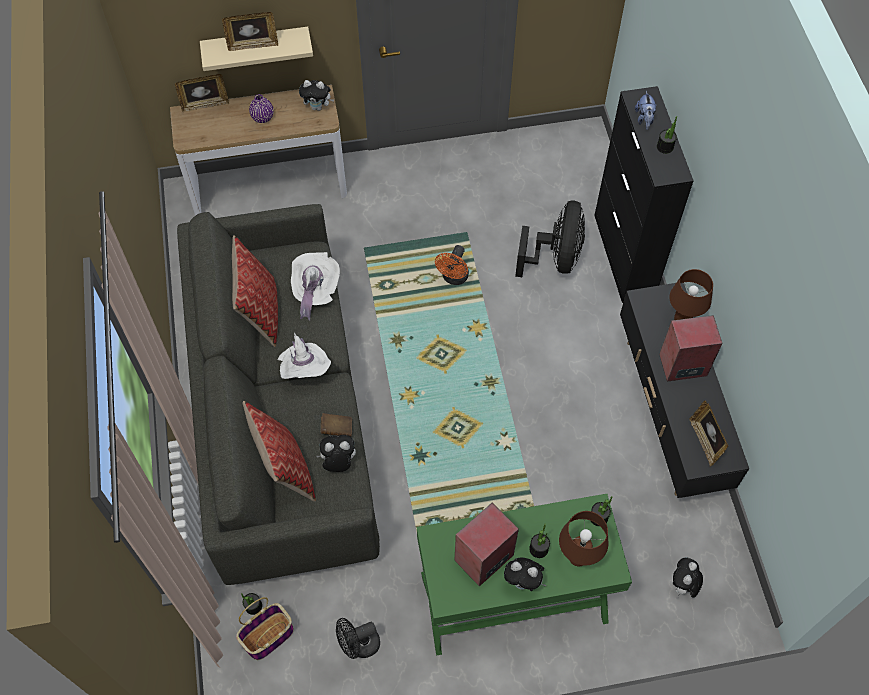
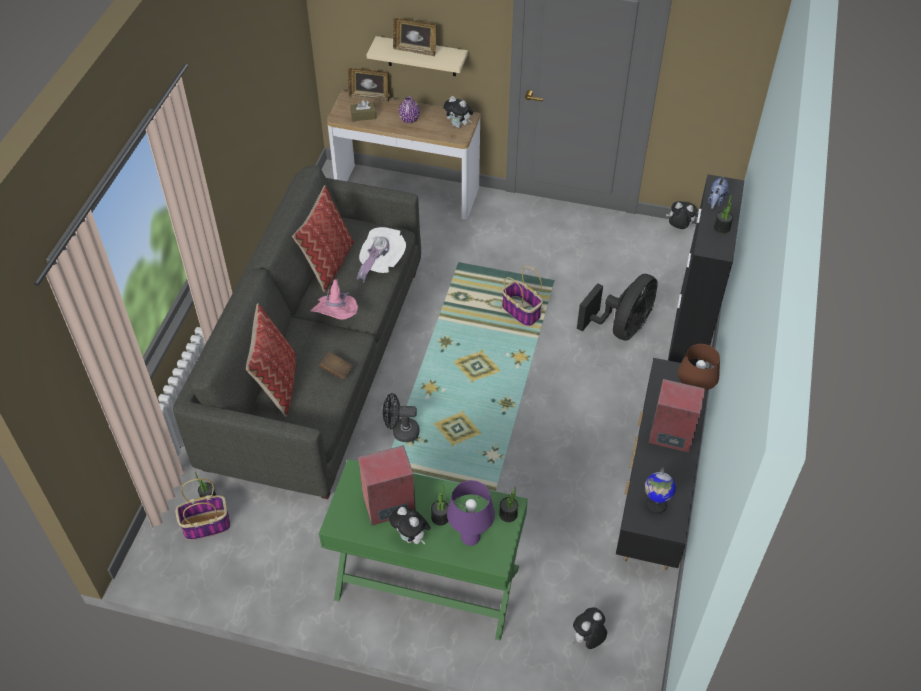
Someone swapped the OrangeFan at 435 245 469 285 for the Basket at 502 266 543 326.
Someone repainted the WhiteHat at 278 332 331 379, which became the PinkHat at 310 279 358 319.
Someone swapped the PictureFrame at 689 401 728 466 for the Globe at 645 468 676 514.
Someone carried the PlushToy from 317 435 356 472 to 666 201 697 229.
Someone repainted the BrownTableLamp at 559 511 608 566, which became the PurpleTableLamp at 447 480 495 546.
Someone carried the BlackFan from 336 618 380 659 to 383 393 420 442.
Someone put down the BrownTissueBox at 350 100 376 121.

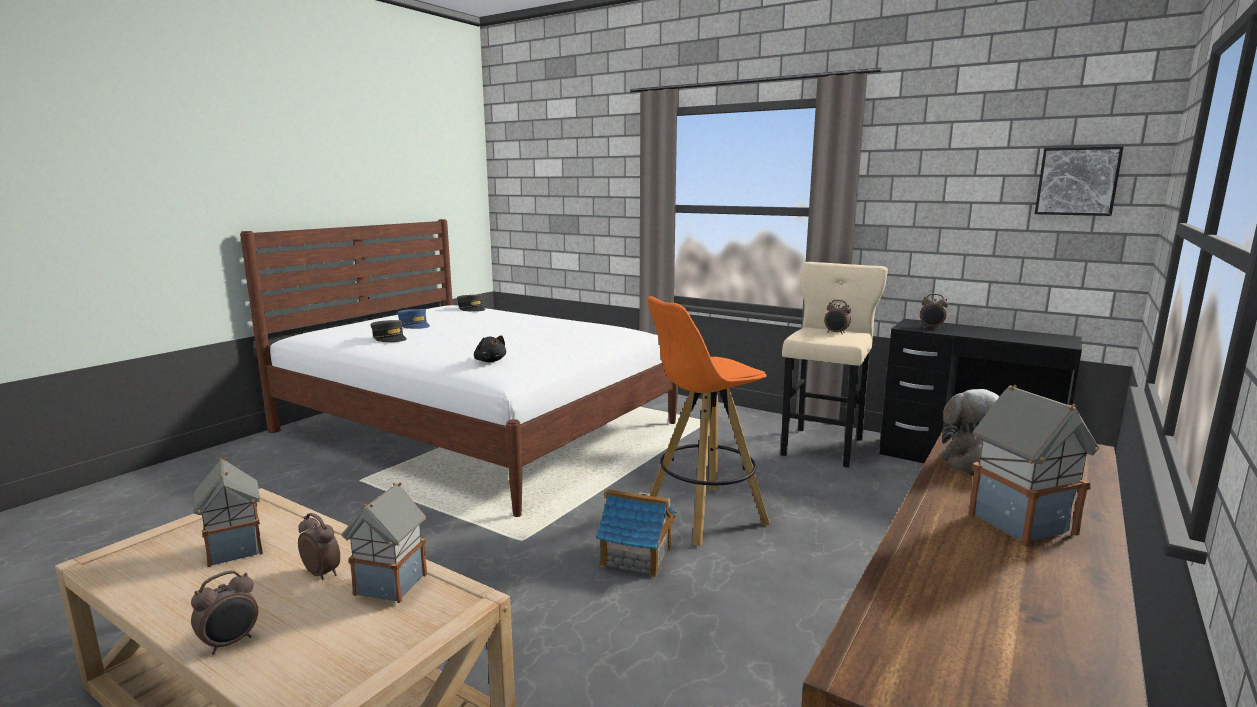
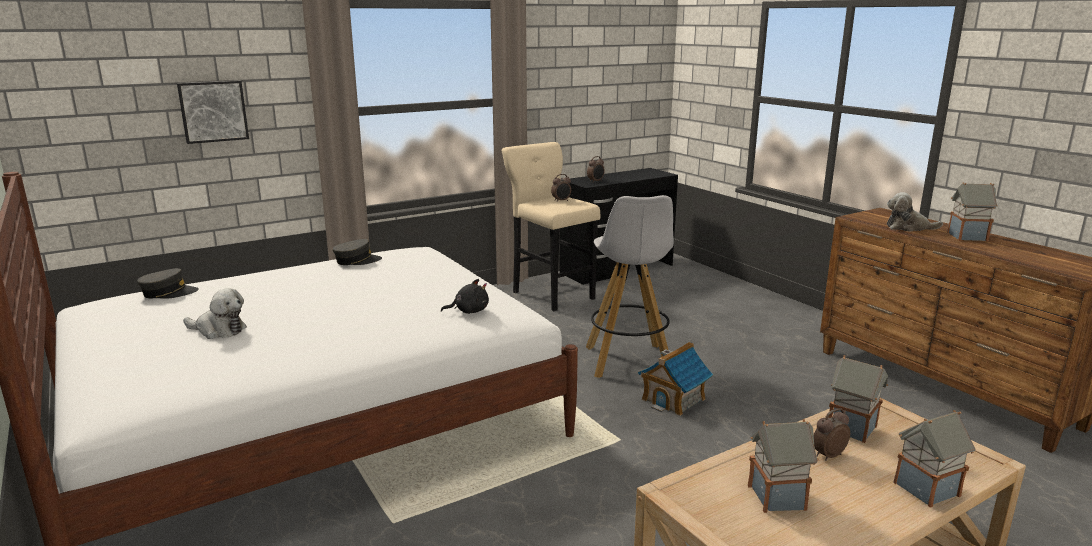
Someone carried the Picture from 1035 146 1124 216 to 177 80 249 144.
Someone repainted the OrangeStool at 647 296 770 546, which became the WhiteStool at 586 195 674 378.
Someone swapped the BlueCap at 397 309 430 329 for the PlushToy at 183 288 247 339.
Someone carried the GreyCap from 370 320 407 342 to 332 239 382 265.
Someone swapped the AlarmClock at 191 570 258 655 for the ToyHouse at 893 410 975 508.

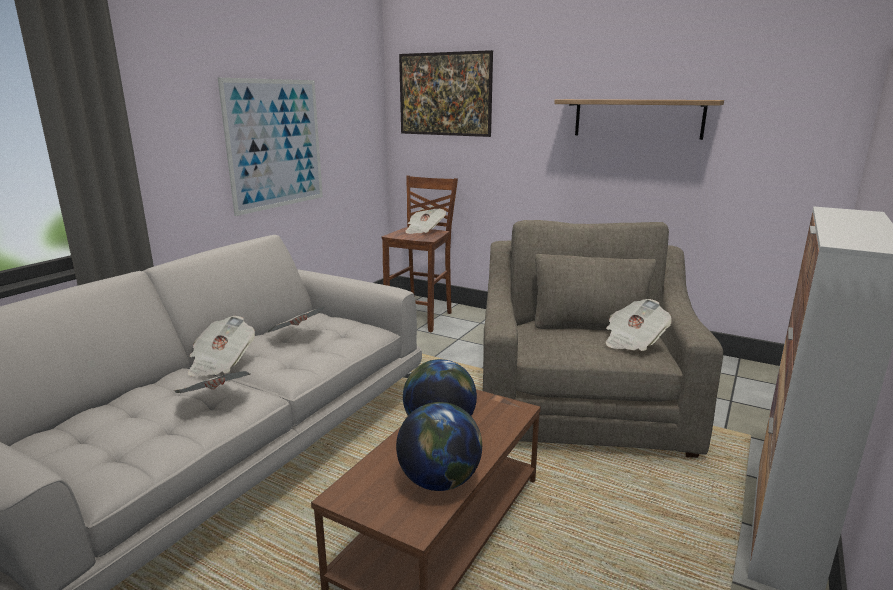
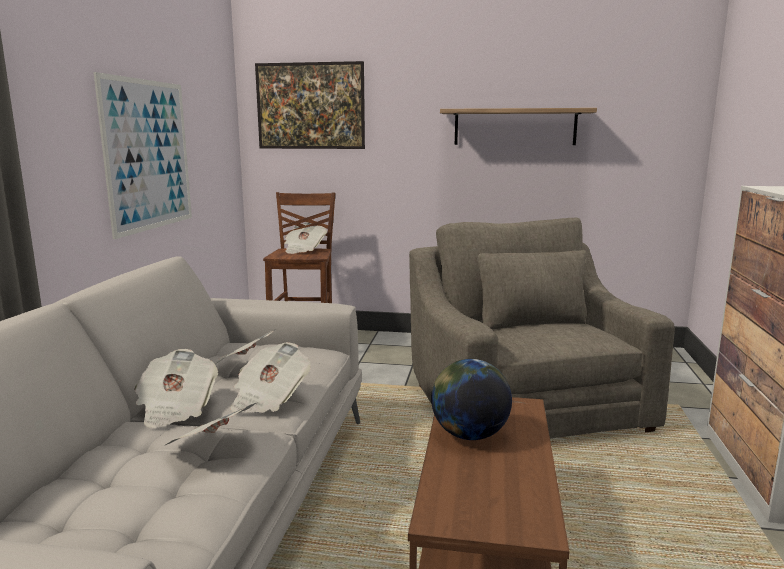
Someone carried the Newspaper from 606 299 672 351 to 230 342 311 414.
Someone took away the Globe at 396 402 482 491.

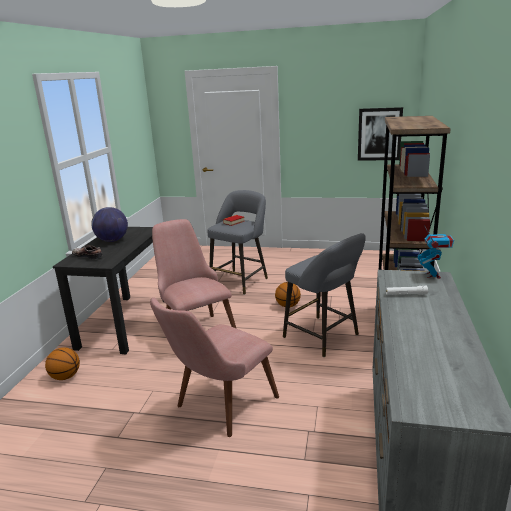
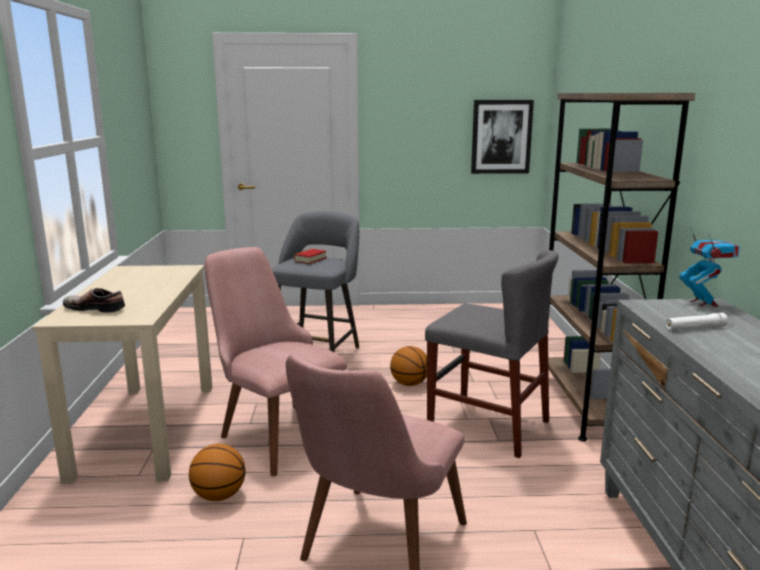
Someone took away the Globe at 91 207 128 242.
Someone repainted the BlackDesk at 53 227 164 354, which became the BeigeDesk at 32 265 212 484.
Someone swapped the GreyStool at 283 233 366 357 for the GreyChair at 425 250 558 458.
Someone carried the Basketball from 45 347 80 380 to 189 444 246 501.

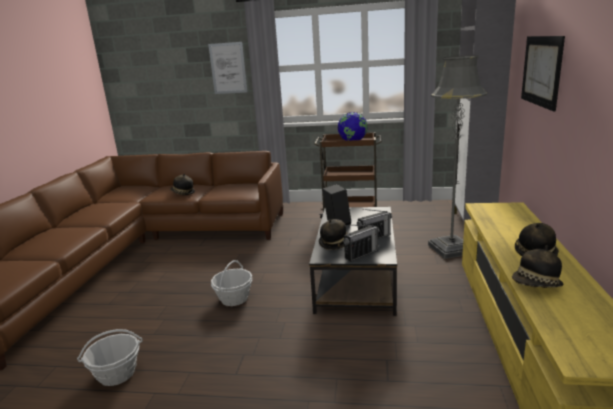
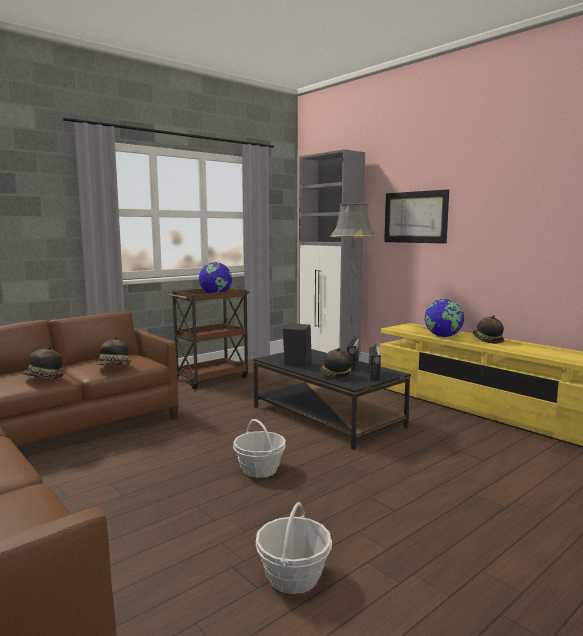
Someone took away the Picture at 208 42 248 94.
Someone carried the Hat from 512 245 563 288 to 96 336 132 365.
Someone put down the Globe at 425 299 464 337.

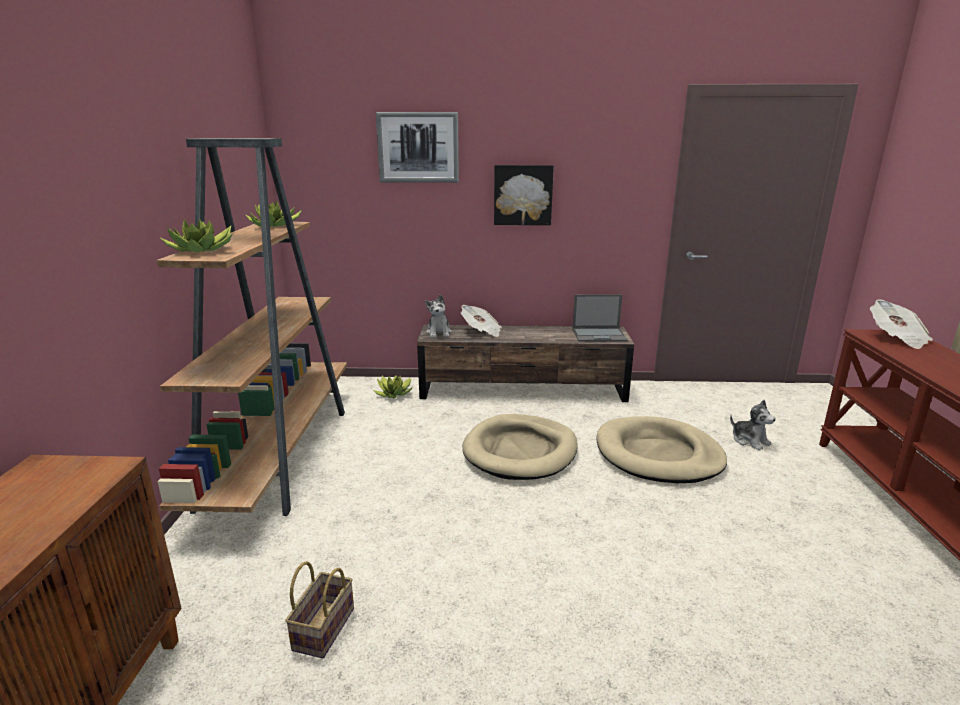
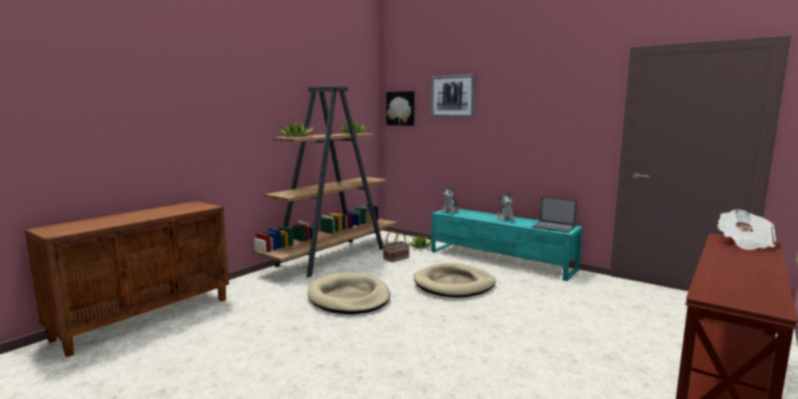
Someone carried the Picture from 494 165 554 225 to 386 91 415 126.
Someone took away the Newspaper at 461 305 502 337.
Someone repainted the BrownTvStand at 417 325 634 402, which became the TurquoiseTvStand at 431 209 583 281.
Someone carried the PlushToy from 730 400 776 451 to 497 192 515 221.
Someone carried the BeigeDogBed from 596 416 727 483 to 307 272 390 314.
Someone carried the Basket from 285 561 354 658 to 383 231 410 262.

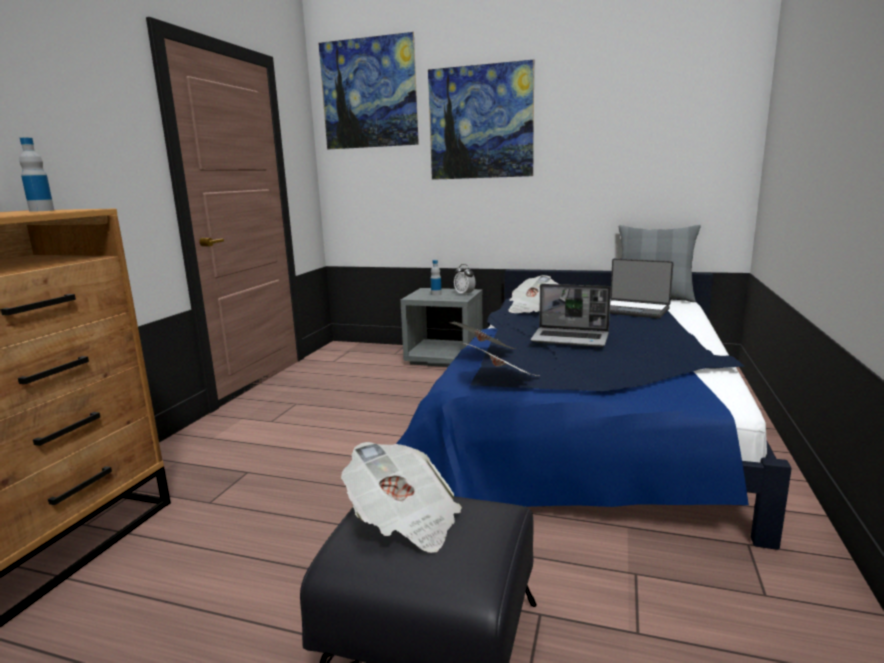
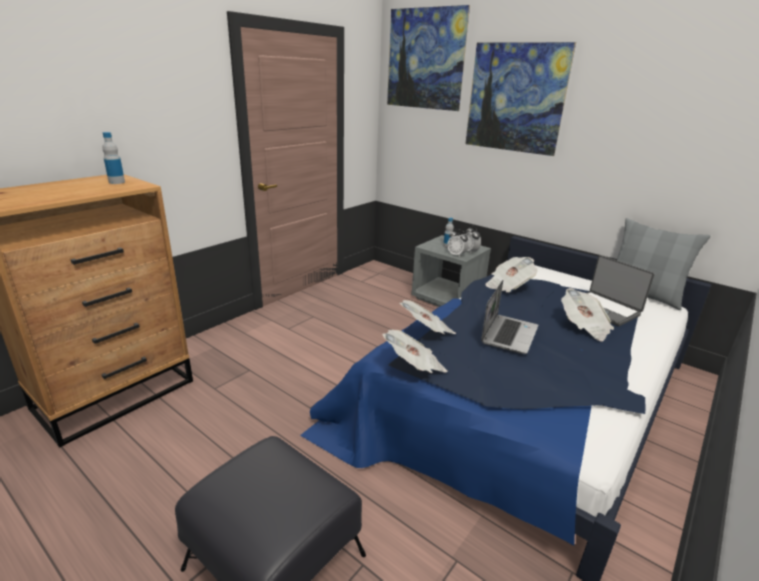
Someone rotated the Laptop at 530 284 611 347 by 105 degrees counterclockwise.
Someone carried the Newspaper from 341 442 462 553 to 561 288 614 342.
Someone put down the AlarmClock at 447 229 468 257.

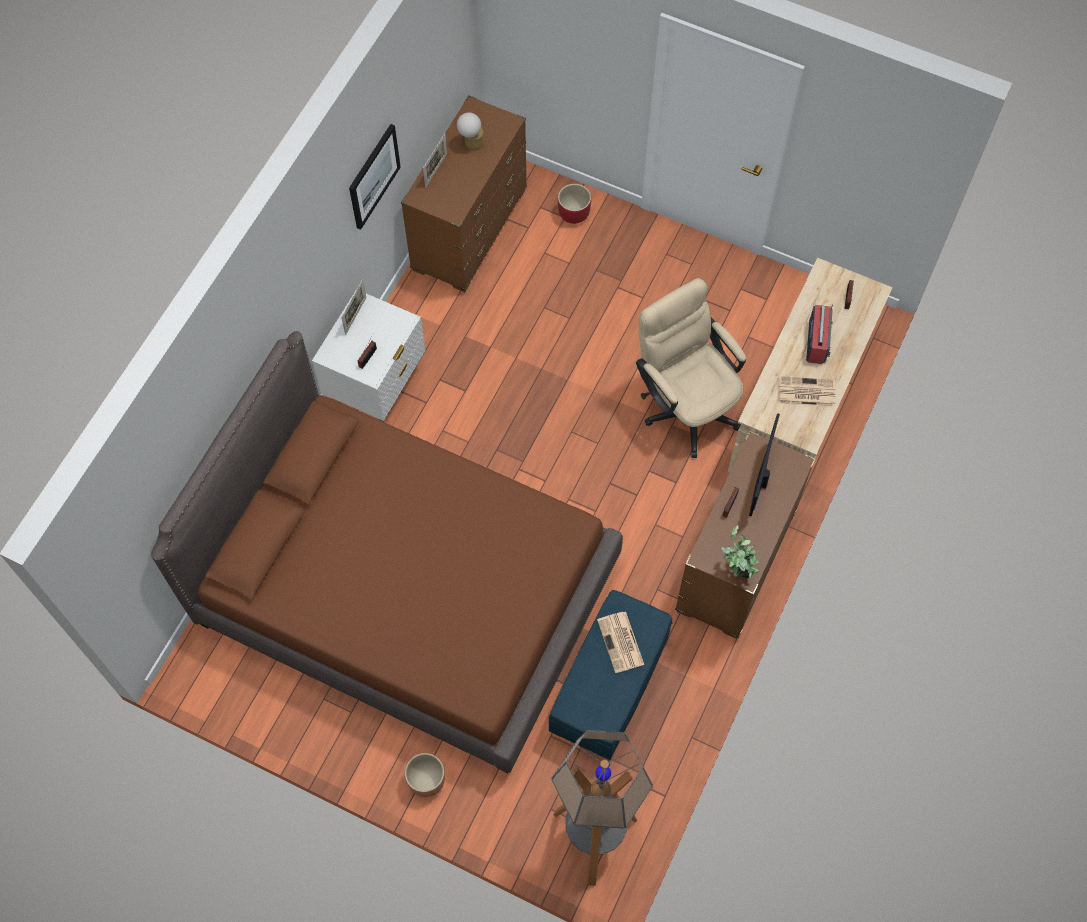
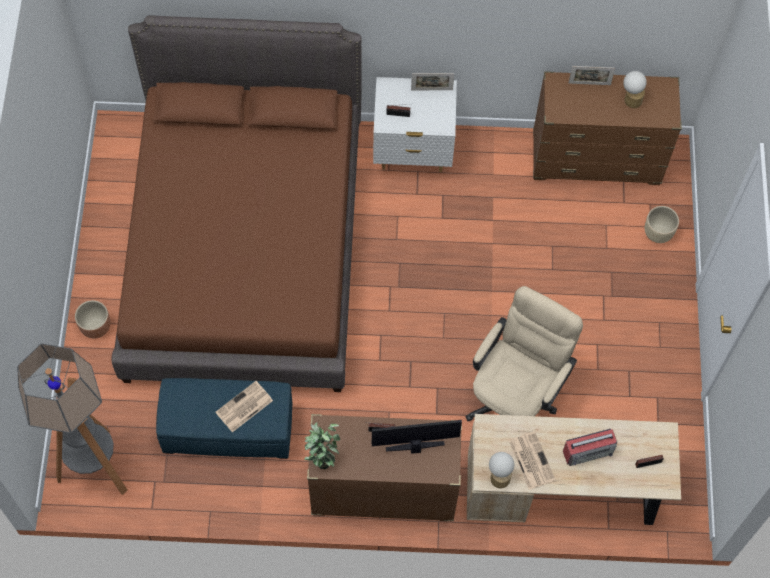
Someone took away the Picture at 349 124 401 230.
Someone repainted the RedPlanter at 558 184 591 224, which became the BeigePlanter at 645 206 679 243.
Someone put down the TableLamp at 489 452 514 488.

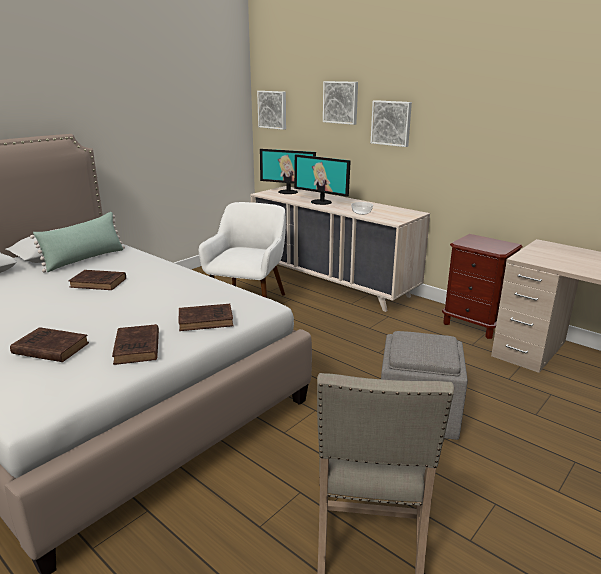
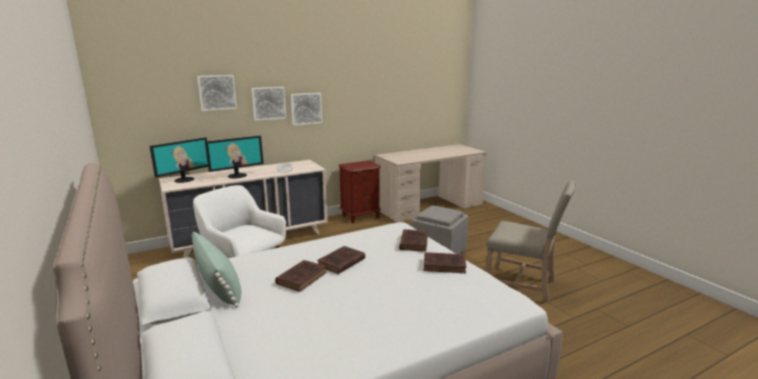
Someone carried the Picture from 257 91 286 130 to 291 93 322 125.
Someone carried the BrownBook from 10 327 89 362 to 317 246 365 274.

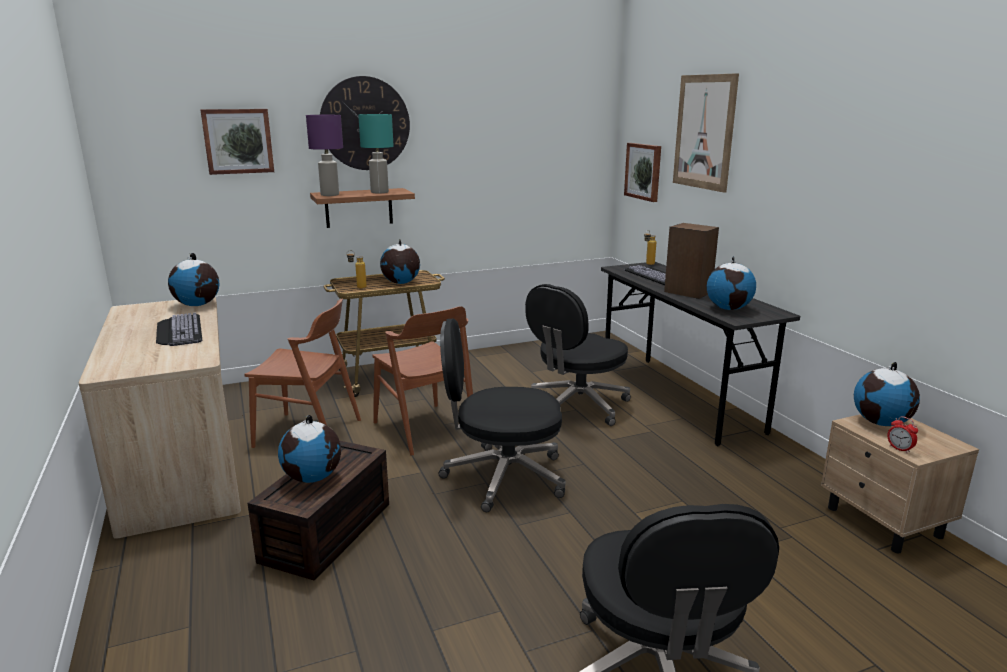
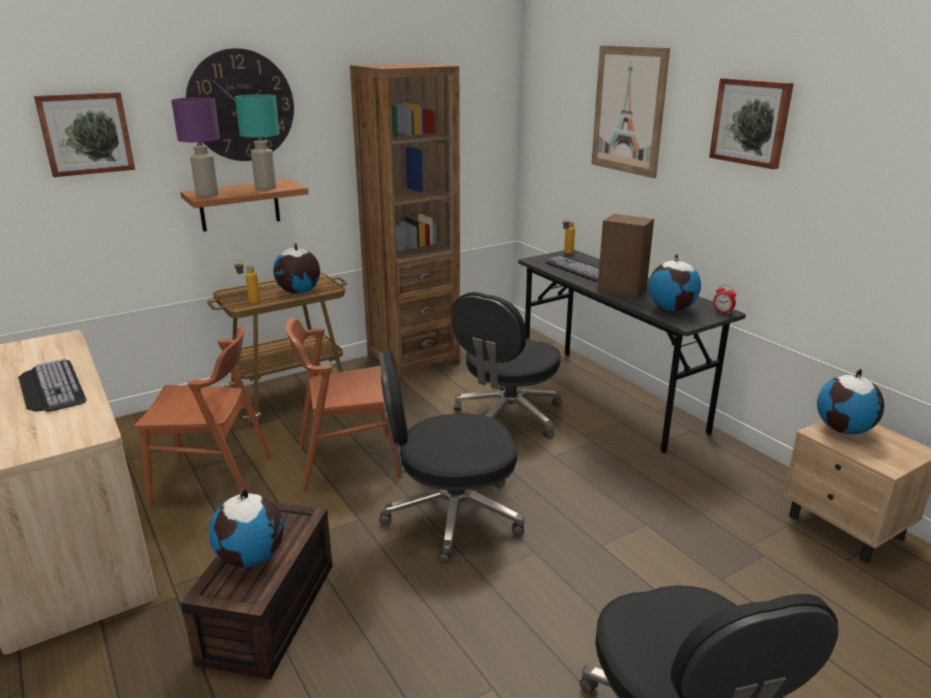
Someone carried the Picture from 624 143 661 202 to 709 78 794 169.
Someone took away the Globe at 168 253 219 306.
Someone rotated the BrownChair at 372 306 473 456 by 120 degrees clockwise.
Someone carried the AlarmClock from 887 416 918 453 to 713 284 736 314.
Someone put down the BrownBookcase at 350 63 460 380.

